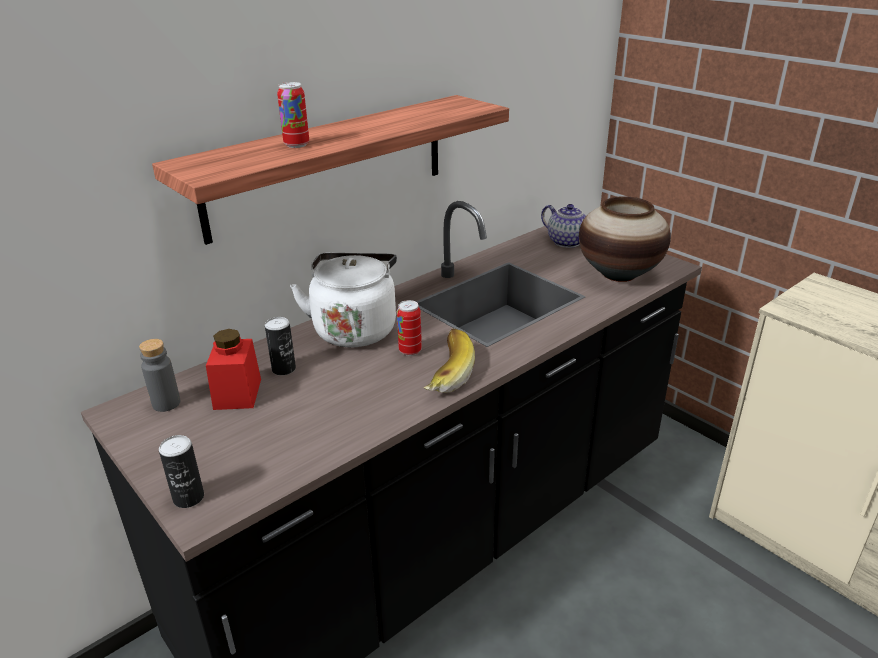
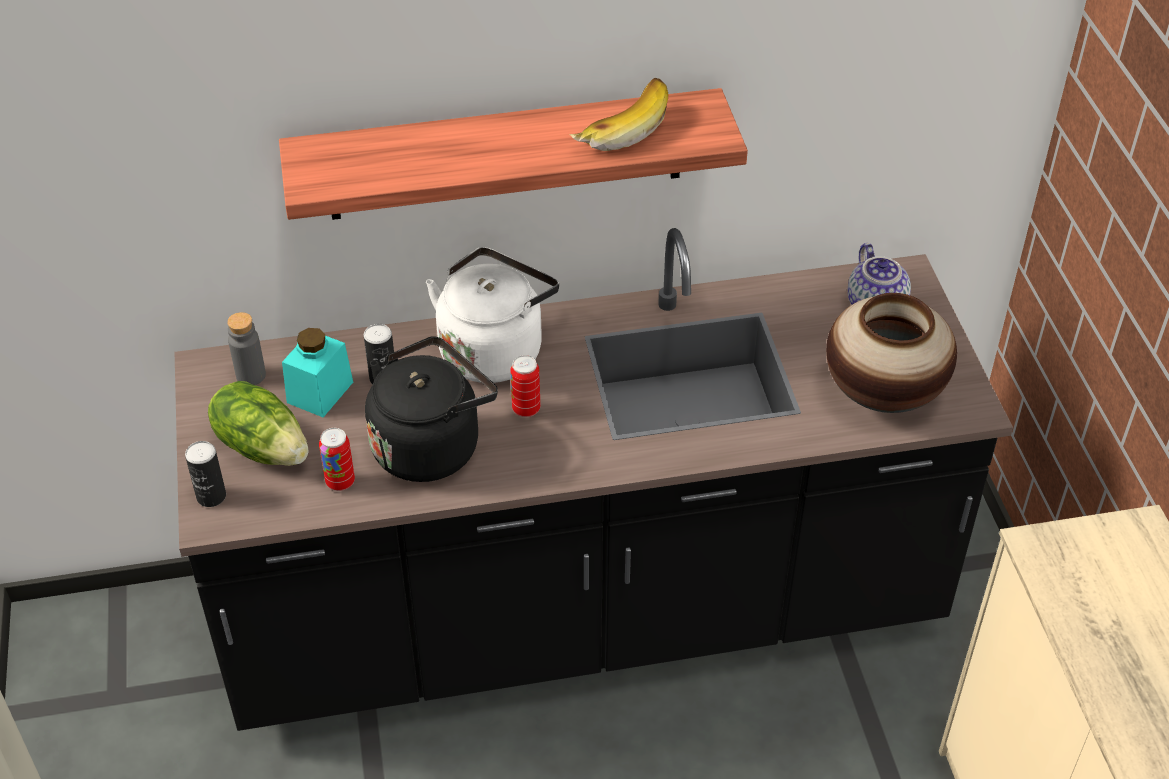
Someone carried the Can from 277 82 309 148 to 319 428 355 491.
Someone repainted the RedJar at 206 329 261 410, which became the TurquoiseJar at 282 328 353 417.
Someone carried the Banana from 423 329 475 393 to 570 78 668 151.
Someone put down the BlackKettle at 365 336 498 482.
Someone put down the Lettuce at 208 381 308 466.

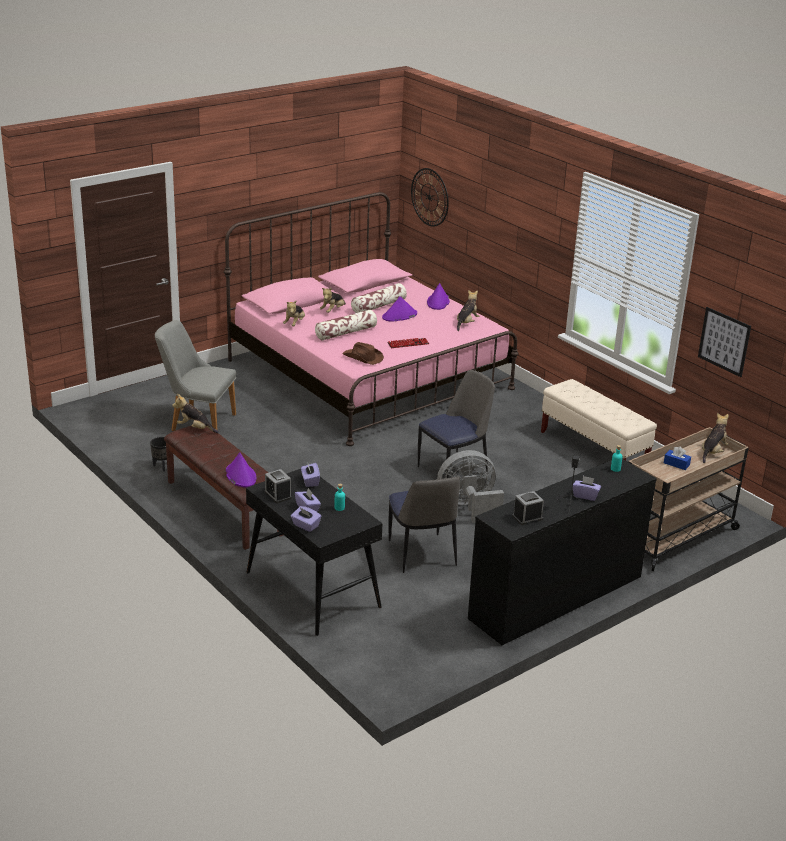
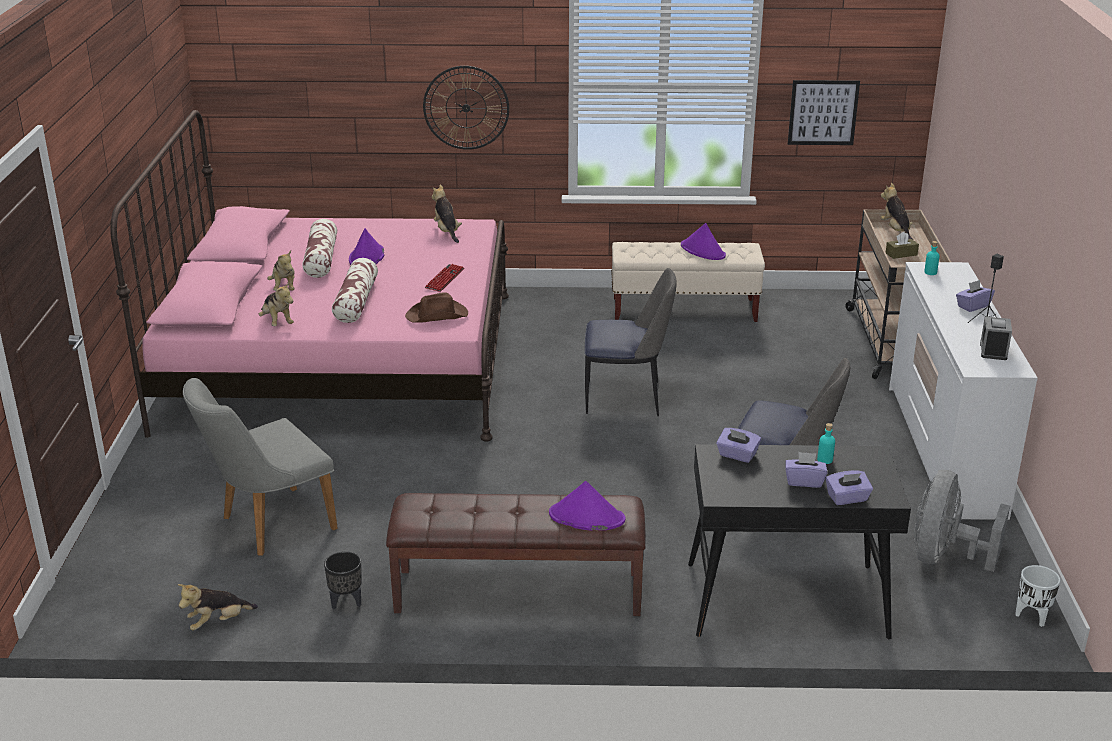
Someone carried the WallClock from 411 168 449 227 to 423 66 509 150.
Someone carried the PurpleHat from 427 283 450 310 to 681 223 726 260.
Someone rotated the Chair at 418 370 495 478 by 90 degrees clockwise.
Someone carried the PlushToy from 172 394 219 433 to 178 584 258 630.
Someone repainted the BlueTissueBox at 664 446 691 470, which became the BrownTissueBox at 886 232 919 259.
Someone carried the GreyFan from 437 450 504 523 to 914 470 1010 572.
Someone repainted the BlackDresser at 468 459 657 646, which became the WhiteDresser at 889 262 1038 520.
Someone took away the AlarmClock at 265 469 291 503.
Someone put down the WhitePlanter at 1015 565 1060 627.

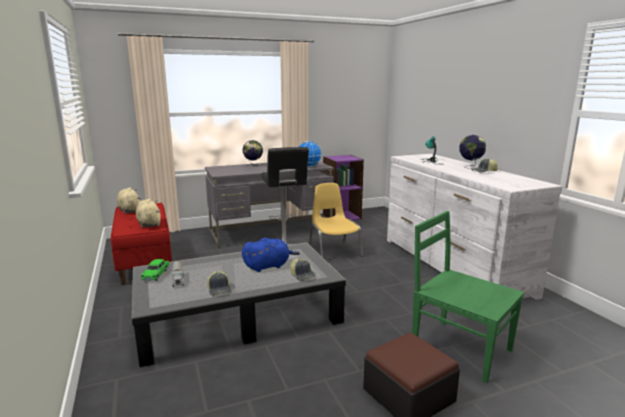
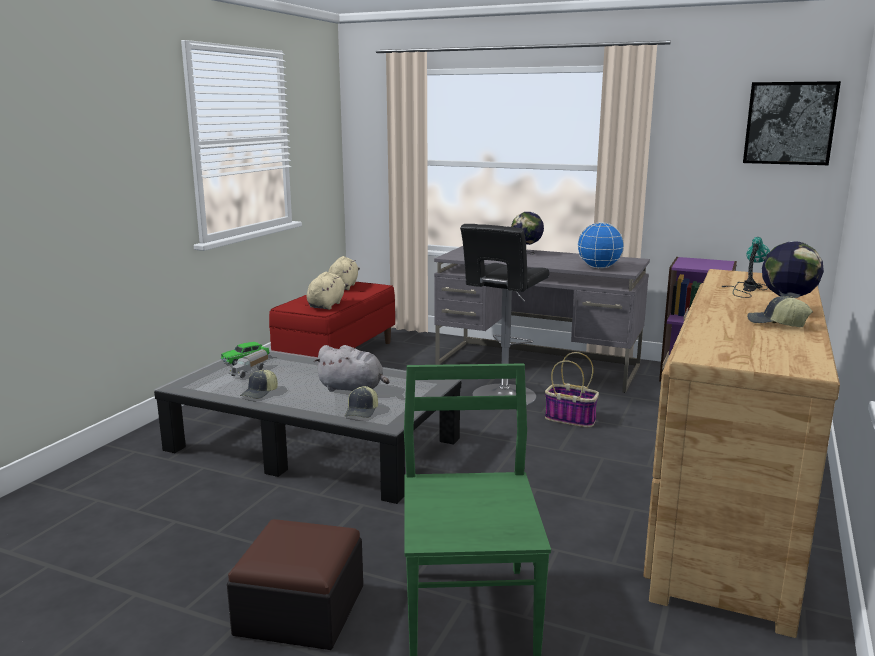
Someone repainted the WhiteDresser at 387 154 562 300, which became the BrownDresser at 643 269 840 638.
Someone swapped the YellowChair at 309 183 363 257 for the Basket at 545 352 599 427.
Someone repainted the BluePlushToy at 242 238 300 272, which became the GreyPlushToy at 314 345 389 392.
Someone put up the Picture at 743 81 841 165.

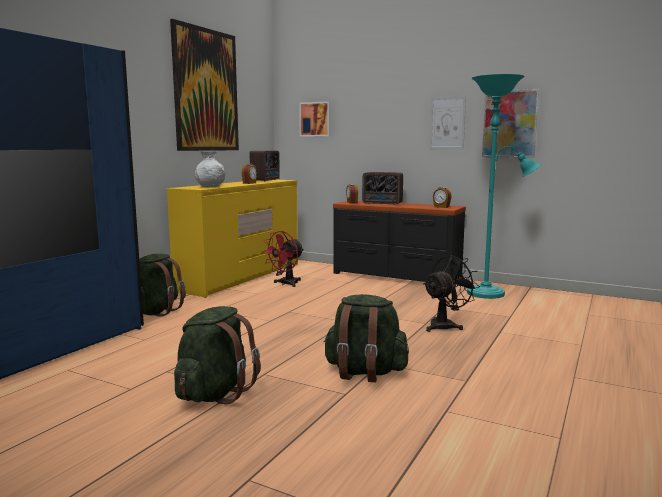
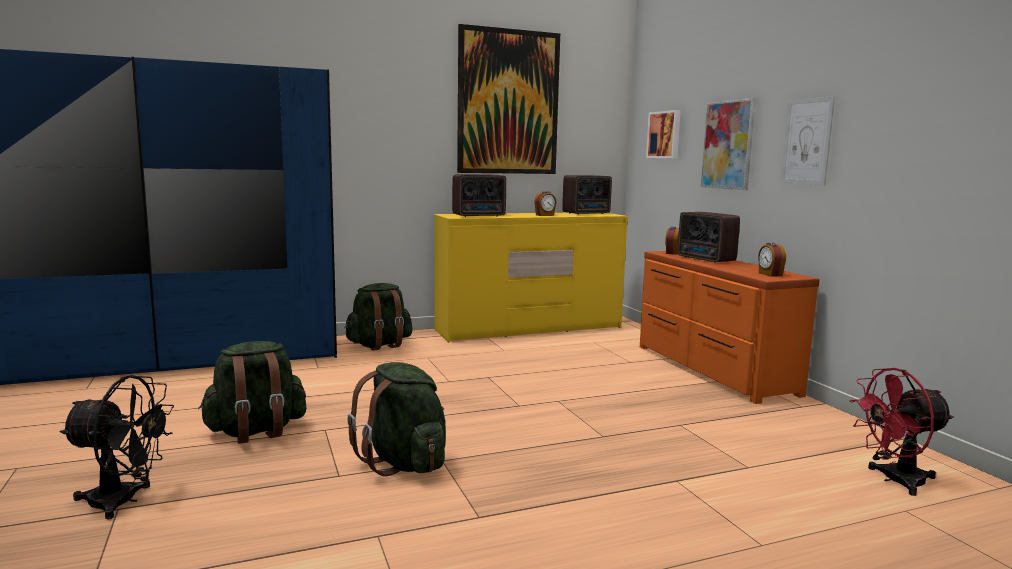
Someone took away the TurquoiseFloorLamp at 467 74 540 299.
Someone carried the Picture from 482 89 539 158 to 701 98 756 190.
Someone swapped the WhiteVase at 195 151 225 187 for the Radio at 452 174 506 217.
Someone repainted the BlackDresser at 333 201 466 282, which became the OrangeDresser at 640 251 820 404.
Someone carried the RedFan from 262 231 304 287 to 850 368 954 496.
Someone carried the BlackFan from 423 255 480 332 to 59 375 174 520.

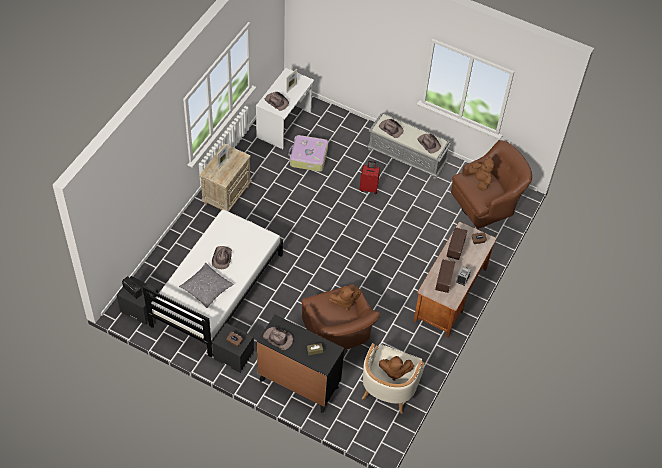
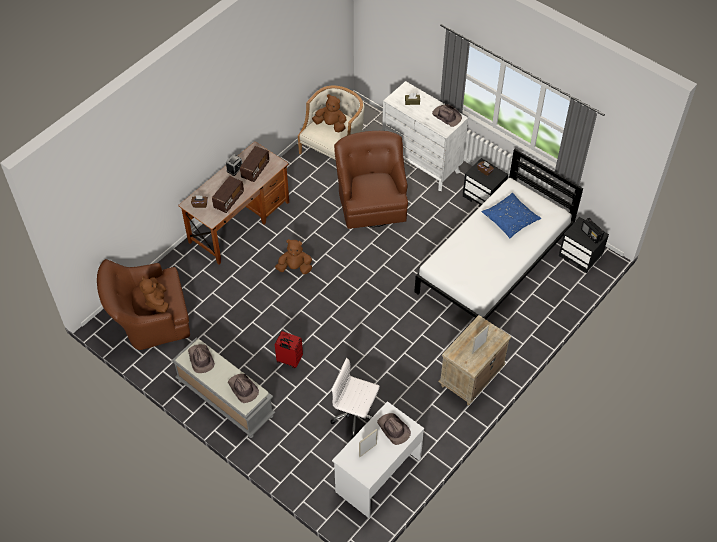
Someone swapped the Suitcase at 288 135 328 172 for the WhiteOfficeChair at 331 358 380 438.
Someone took away the BrownHat at 212 246 232 269.
Someone repainted the GreyPillow at 179 263 233 308, which became the BluePillow at 482 193 541 238.
Someone carried the BrownPlushToy from 328 286 362 310 to 275 239 312 274.
Someone repainted the BlackDresser at 257 314 344 413, which became the WhiteDresser at 382 81 468 191.

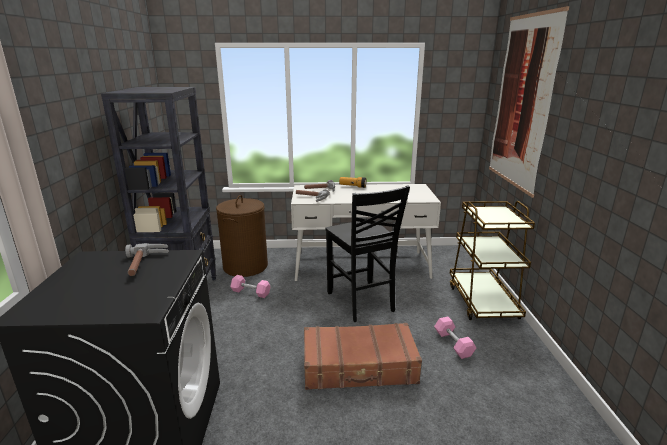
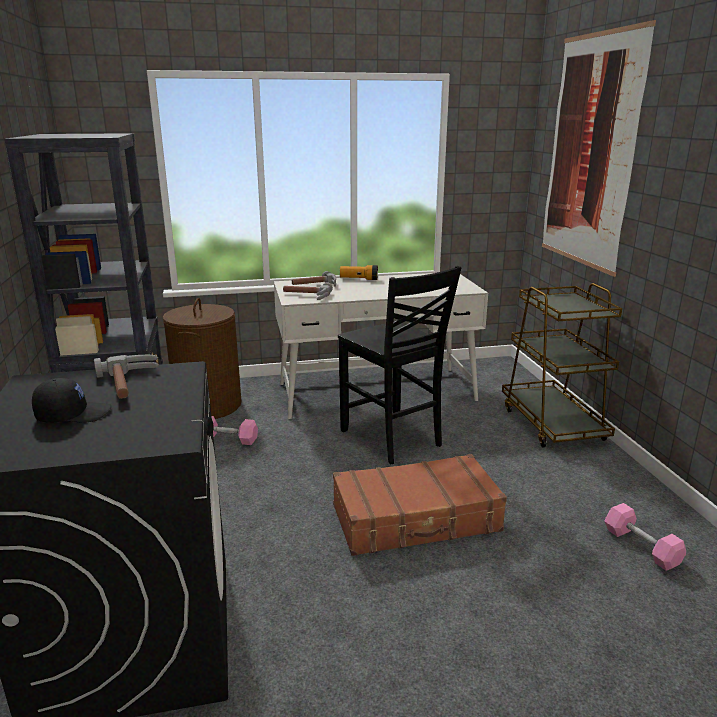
Someone carried the PinkDumbbell from 434 317 476 359 to 605 503 686 571.
Someone put down the BlackCap at 32 378 111 423.

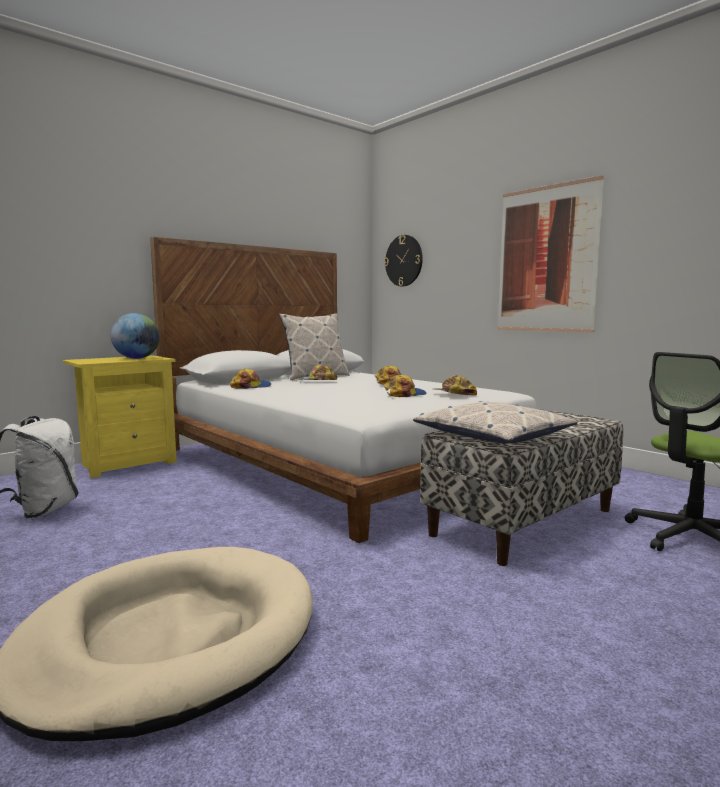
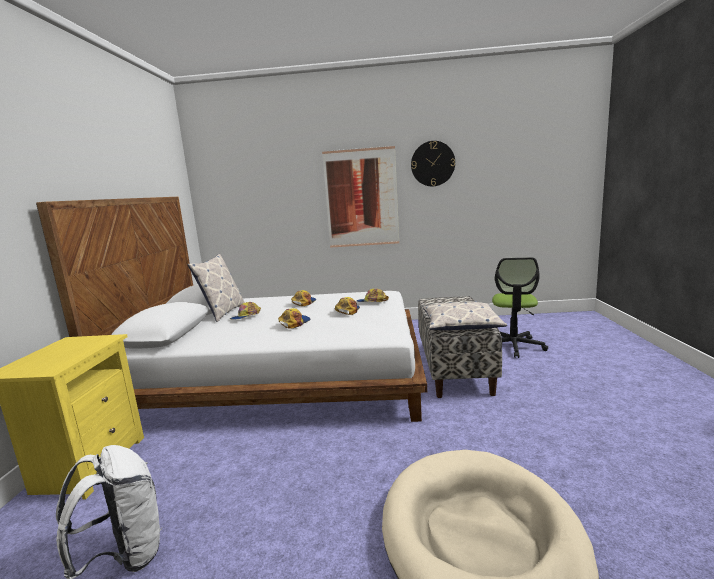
Someone carried the WallClock from 384 235 423 286 to 411 141 455 186.
Someone took away the Globe at 111 313 160 359.
Someone carried the Cap from 230 369 271 389 to 278 308 311 329.

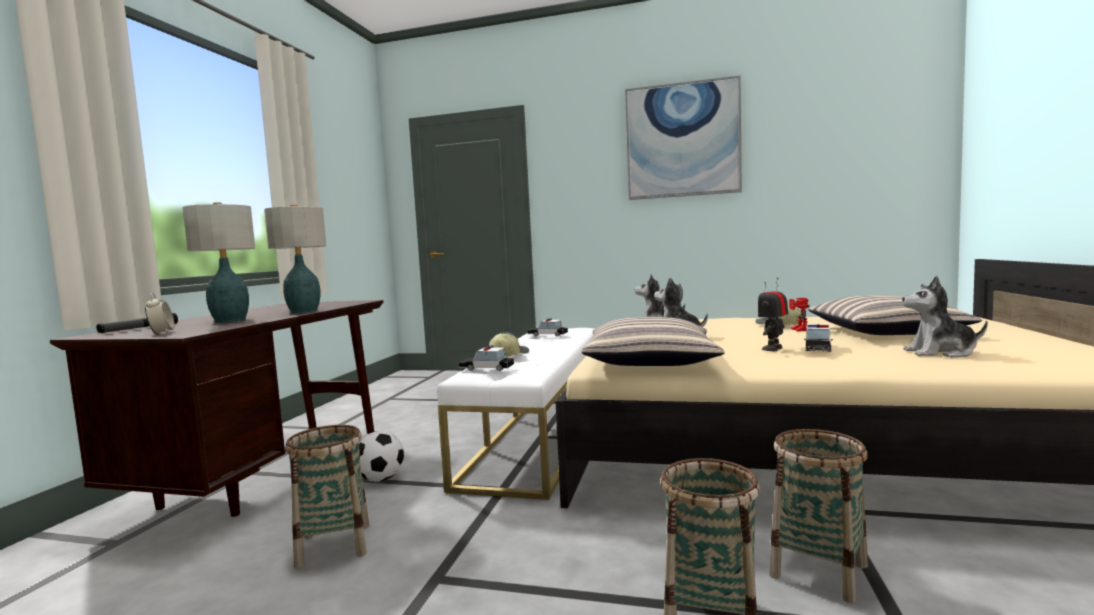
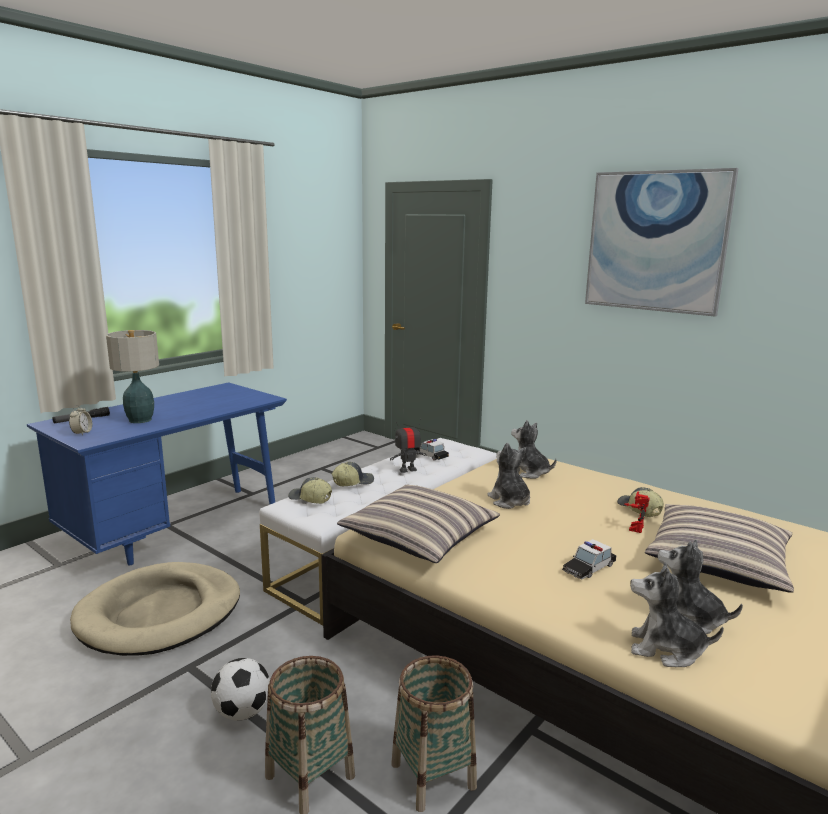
Someone took away the TableLamp at 264 204 326 314.
Someone carried the ToyRobot from 758 278 788 351 to 390 418 426 473.
Someone repainted the BrownDesk at 50 300 384 517, which became the BlueDesk at 27 382 287 565.
Someone swapped the ToyCar at 458 345 514 371 for the Cap at 288 477 332 504.
Someone swapped the Basket at 285 425 370 568 for the BeigeDogBed at 70 562 240 656.
Someone carried the Football from 359 431 404 482 to 211 658 270 721.
Someone put down the PlushToy at 630 563 724 667.

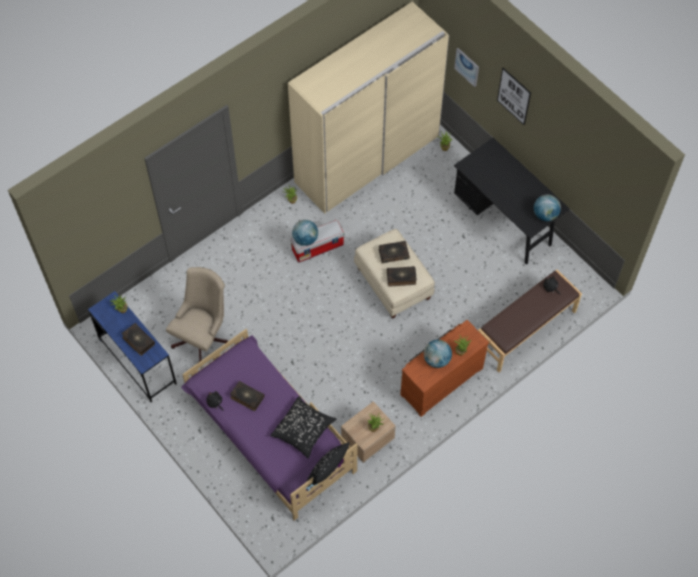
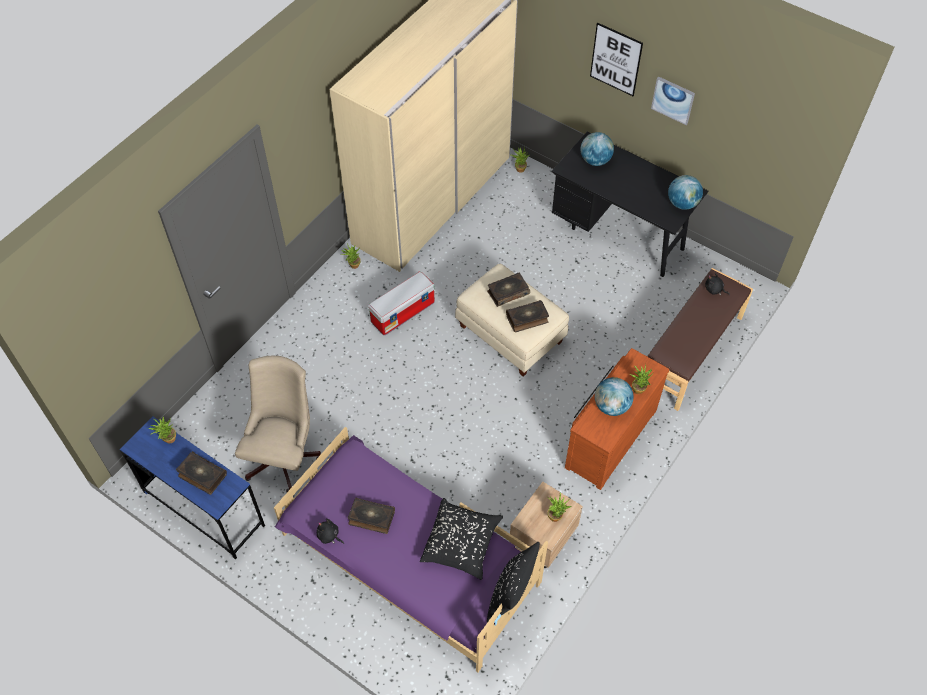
Someone carried the Picture from 454 48 479 87 to 651 76 695 125.
Someone carried the Globe from 292 220 318 246 to 580 132 614 166.

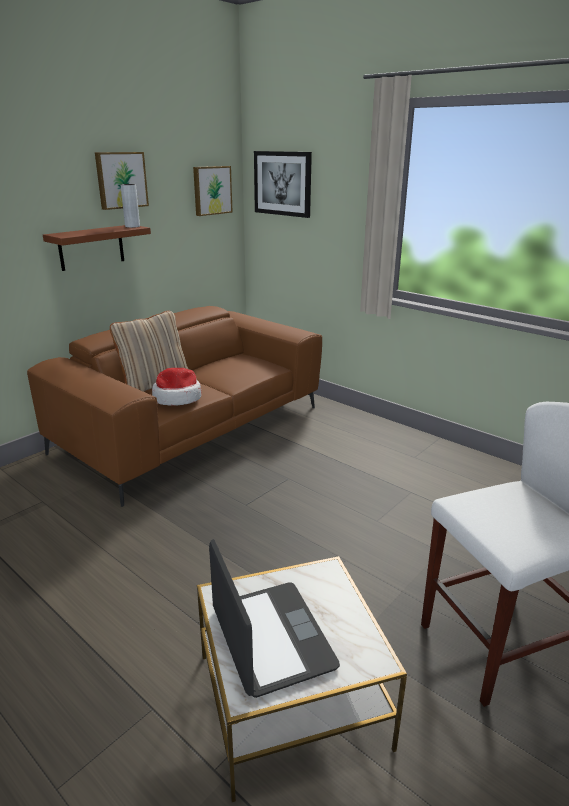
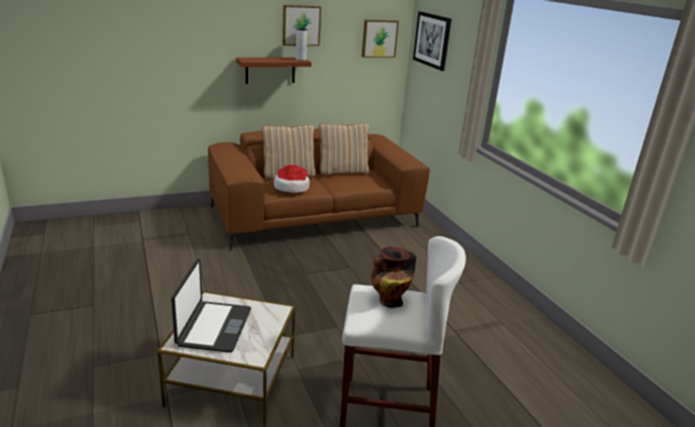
Someone put down the BeigePillow at 319 123 369 176.
Someone put down the Vase at 371 246 416 308.

